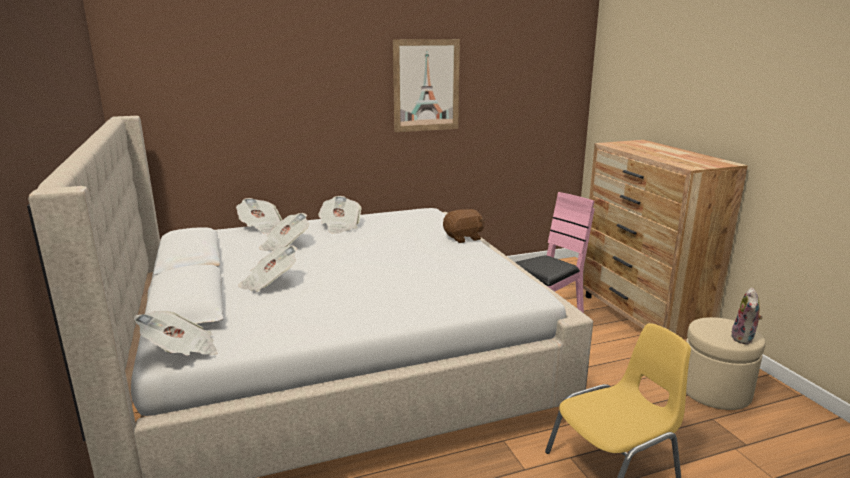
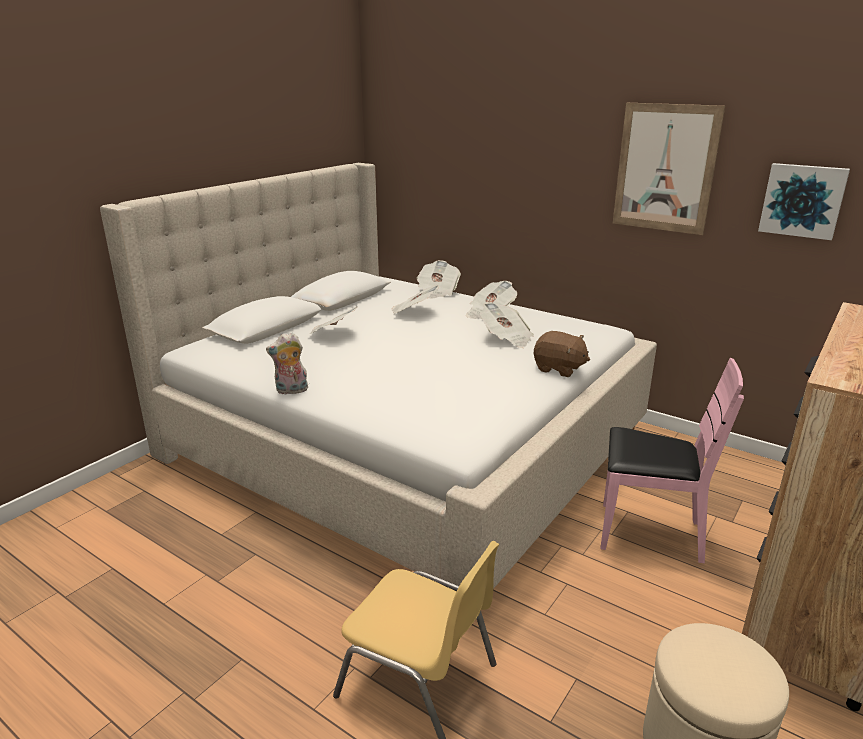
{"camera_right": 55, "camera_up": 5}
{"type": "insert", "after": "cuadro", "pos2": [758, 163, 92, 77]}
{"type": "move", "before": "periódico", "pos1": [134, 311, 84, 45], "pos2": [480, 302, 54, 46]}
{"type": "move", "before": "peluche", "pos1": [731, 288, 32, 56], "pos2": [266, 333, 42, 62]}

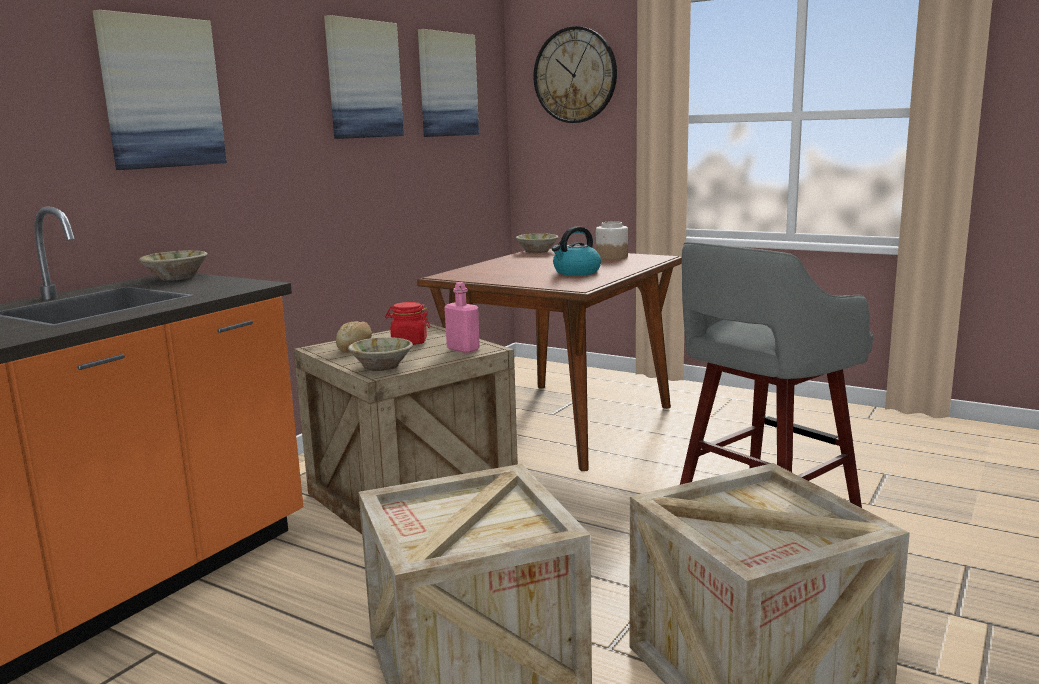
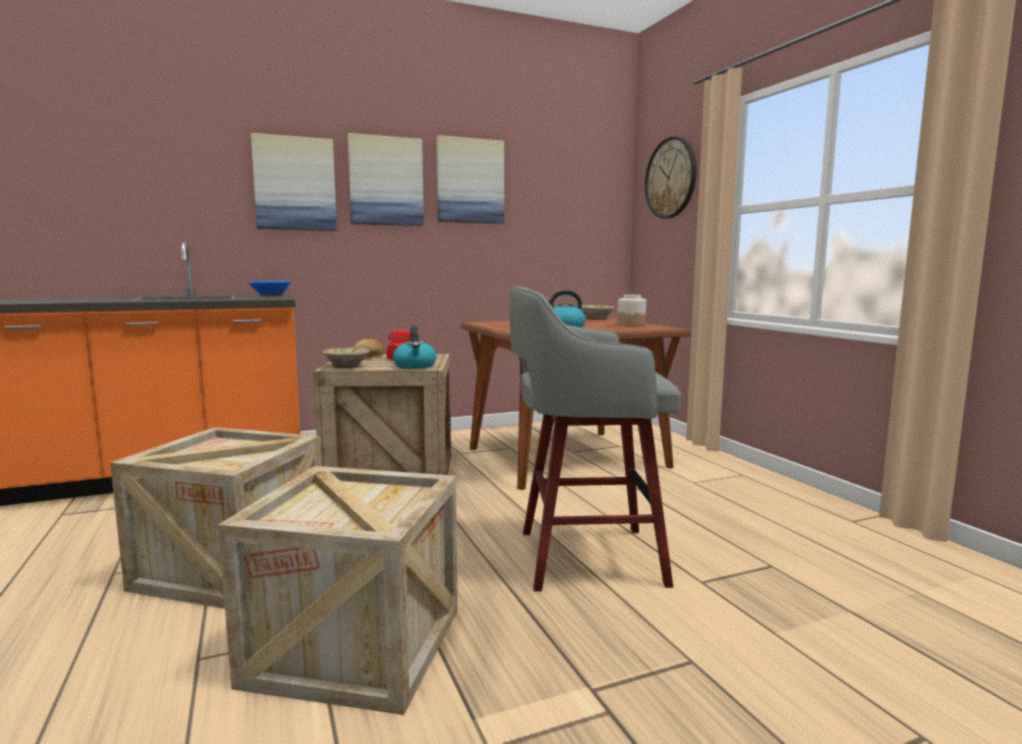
{"camera_right": 35, "camera_up": -5}
{"type": "move", "before": "cuadro", "pos1": [418, 29, 61, 108], "pos2": [348, 133, 76, 93]}
{"type": "replace", "before": "botella (rosa)", "after": "hervidor", "pos1": [444, 282, 36, 71], "pos2": [393, 325, 44, 44]}
{"type": "recolor", "before": "cuenco (beis)", "after": "cuenco (azul)", "pos1": [139, 250, 69, 30], "pos2": [248, 281, 43, 15]}

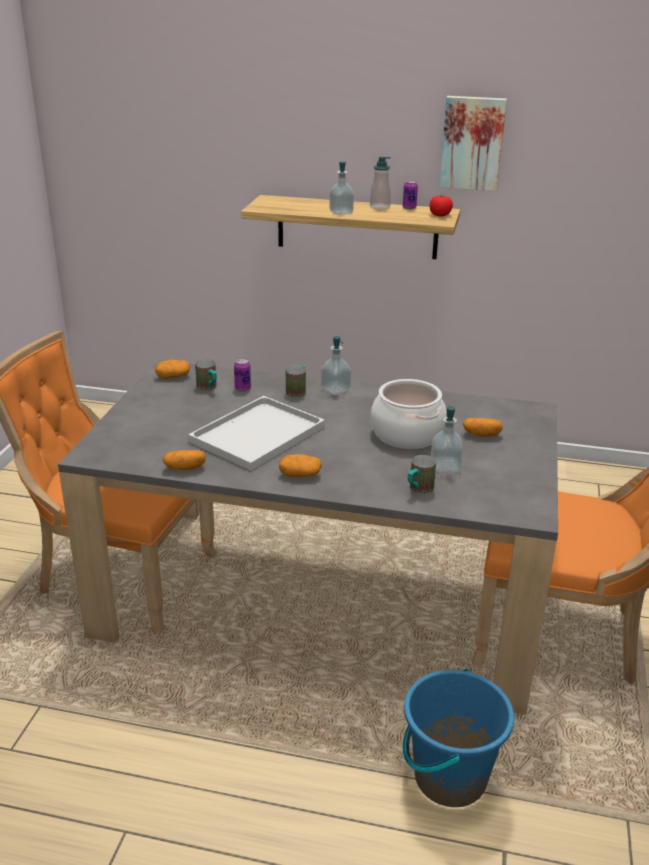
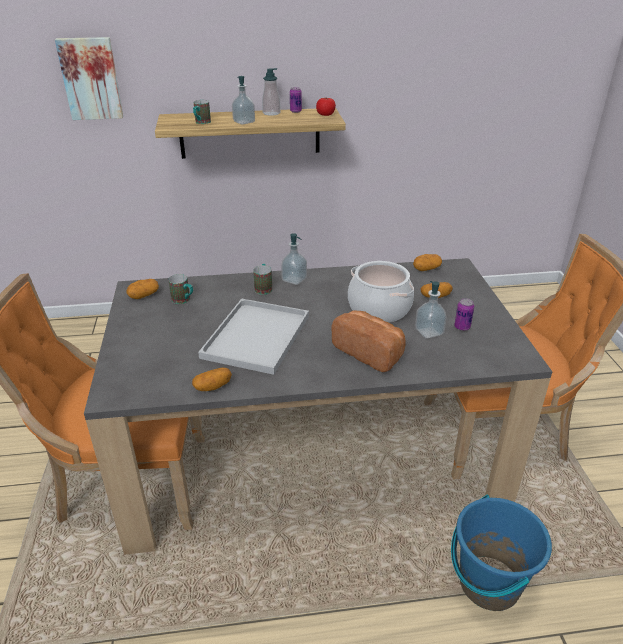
{"camera_right": -20, "camera_up": 5}
{"type": "insert", "after": "pan", "pos2": [331, 310, 75, 62]}
{"type": "move", "before": "lata", "pos1": [234, 358, 17, 34], "pos2": [454, 298, 20, 33]}
{"type": "move", "before": "patata", "pos1": [279, 454, 43, 23], "pos2": [413, 254, 29, 17]}
{"type": "move", "before": "taza grande", "pos1": [408, 455, 28, 39], "pos2": [193, 100, 18, 24]}
{"type": "move", "before": "cuadro", "pos1": [440, 96, 67, 95], "pos2": [55, 37, 68, 83]}

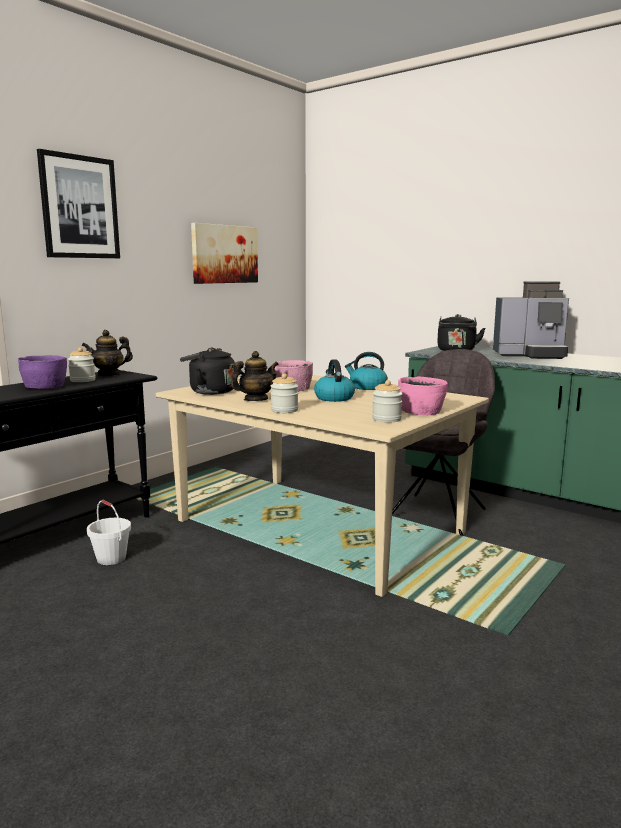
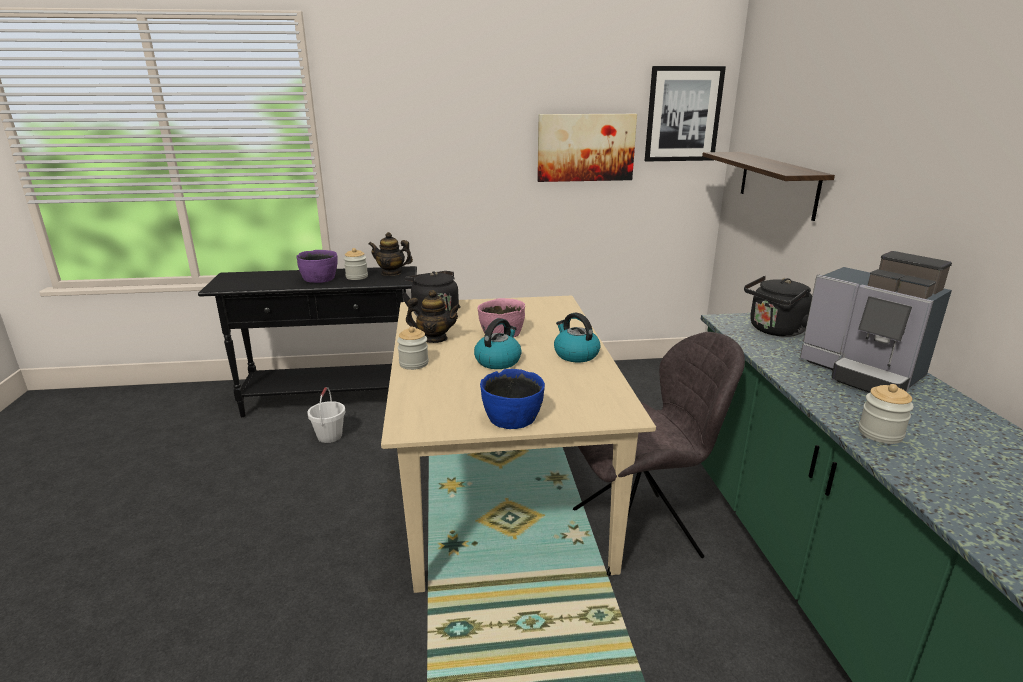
{"camera_right": 45, "camera_up": 10}
{"type": "insert", "after": "estante", "pos2": [702, 152, 133, 69]}
{"type": "move", "before": "cuadro", "pos1": [37, 149, 83, 109], "pos2": [645, 66, 81, 95]}
{"type": "move", "before": "tarro", "pos1": [372, 380, 30, 43], "pos2": [859, 384, 55, 60]}
{"type": "recolor", "before": "cuenco (rosa)", "after": "cuenco (azul)", "pos1": [398, 376, 50, 40], "pos2": [480, 369, 65, 60]}

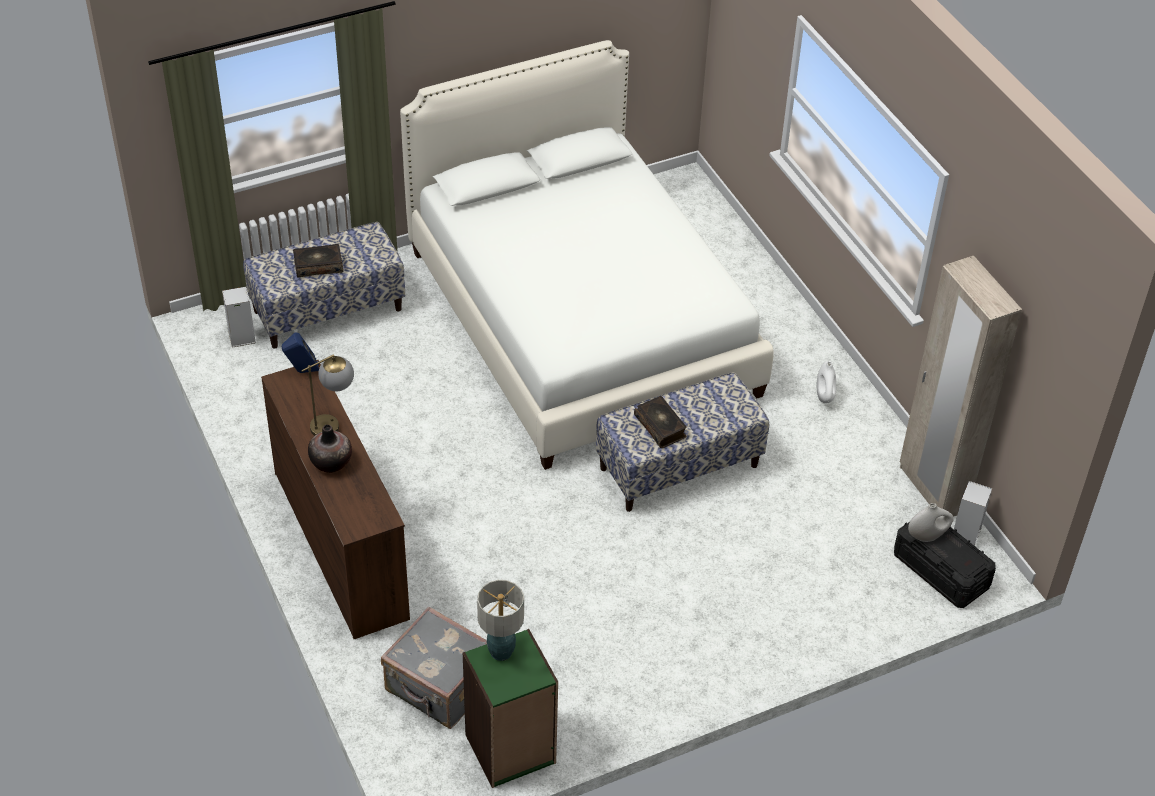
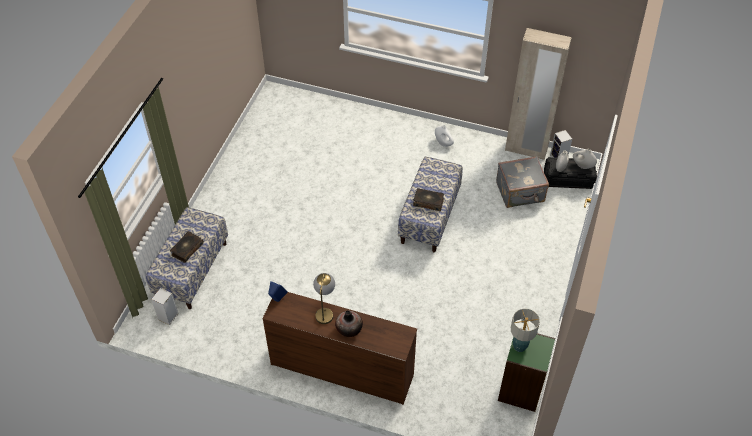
{"camera_right": -45, "camera_up": 5}
{"type": "delete", "before": "cama (blanco)", "pos1": [400, 40, 374, 430]}
{"type": "insert", "after": "florero (blanco)", "pos2": [573, 149, 24, 20]}
{"type": "move", "before": "maleta (gris)", "pos1": [381, 606, 106, 123], "pos2": [496, 156, 53, 52]}

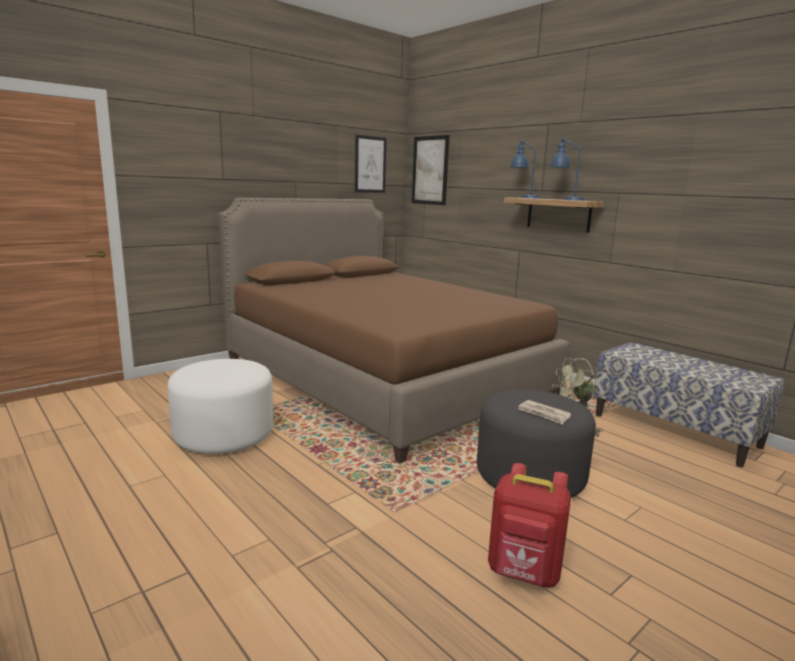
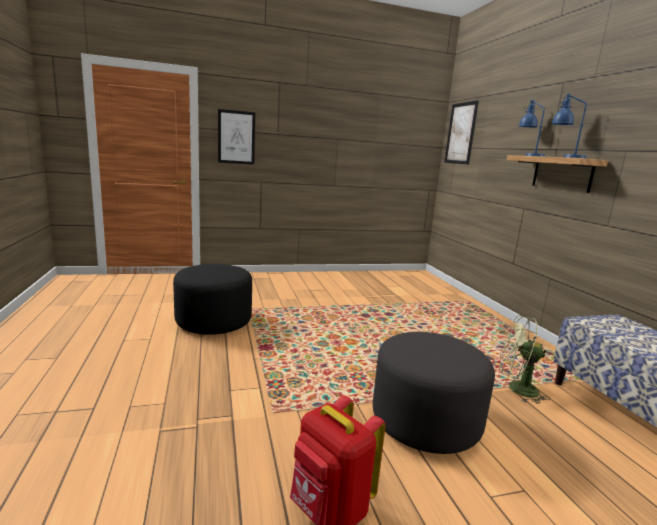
{"camera_right": 25, "camera_up": 0}
{"type": "delete", "before": "cama (marrón)", "pos1": [218, 198, 351, 265]}
{"type": "delete", "before": "periódico", "pos1": [518, 400, 53, 25]}
{"type": "move", "before": "cuadro", "pos1": [355, 135, 32, 58], "pos2": [218, 109, 37, 56]}
{"type": "recolor", "before": "puf (blanco)", "after": "puf (negro)", "pos1": [168, 359, 105, 95], "pos2": [173, 264, 79, 71]}

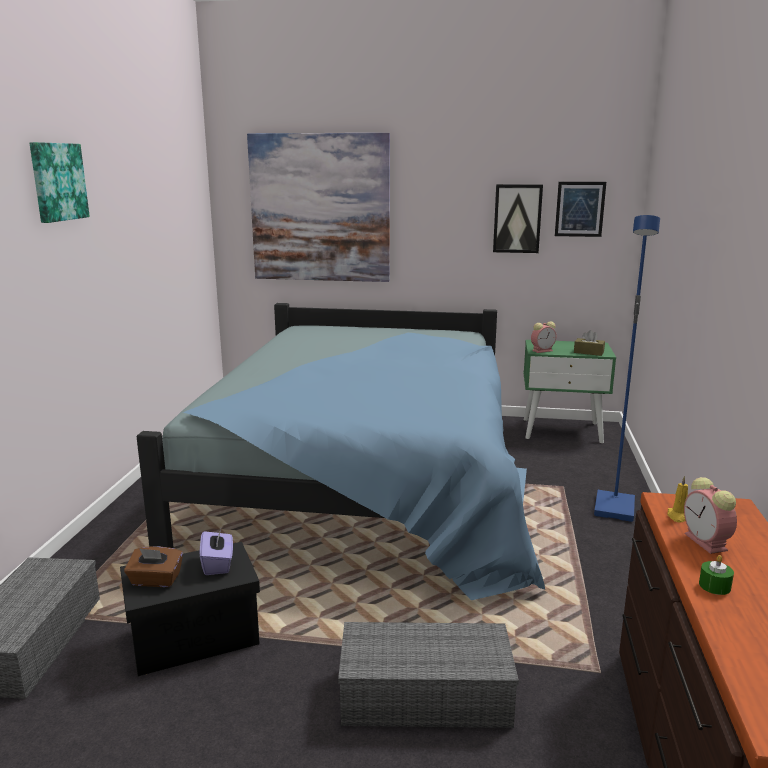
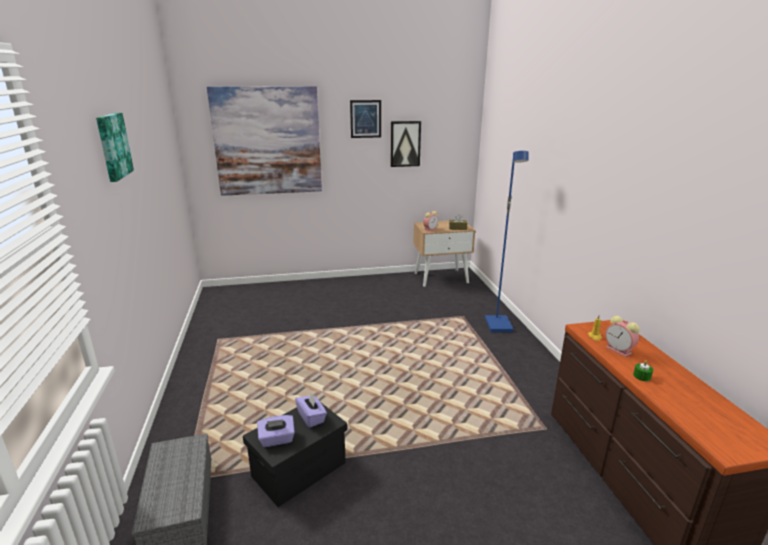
{"camera_right": -20, "camera_up": 5}
{"type": "delete", "before": "cama (azul)", "pos1": [136, 303, 409, 297]}
{"type": "delete", "before": "caja de almacenaje (gris)", "pos1": [338, 622, 181, 106]}
{"type": "move", "before": "cuadro", "pos1": [555, 182, 51, 55], "pos2": [350, 100, 31, 38]}
{"type": "recolor", "before": "caja de pañuelos (marrón)", "after": "caja de pañuelos (morado)", "pos1": [124, 546, 59, 41], "pos2": [257, 415, 38, 32]}
{"type": "recolor", "before": "mesita de noche (verde)", "after": "mesita de noche (beis)", "pos1": [524, 340, 92, 103], "pos2": [413, 221, 62, 66]}

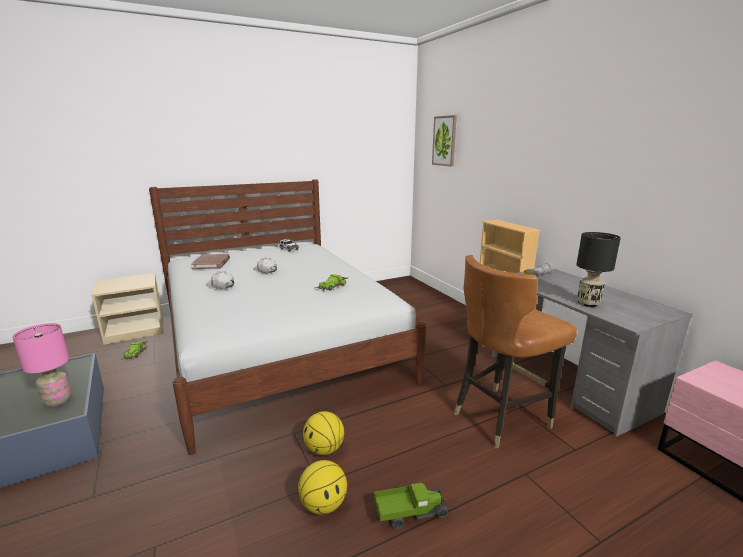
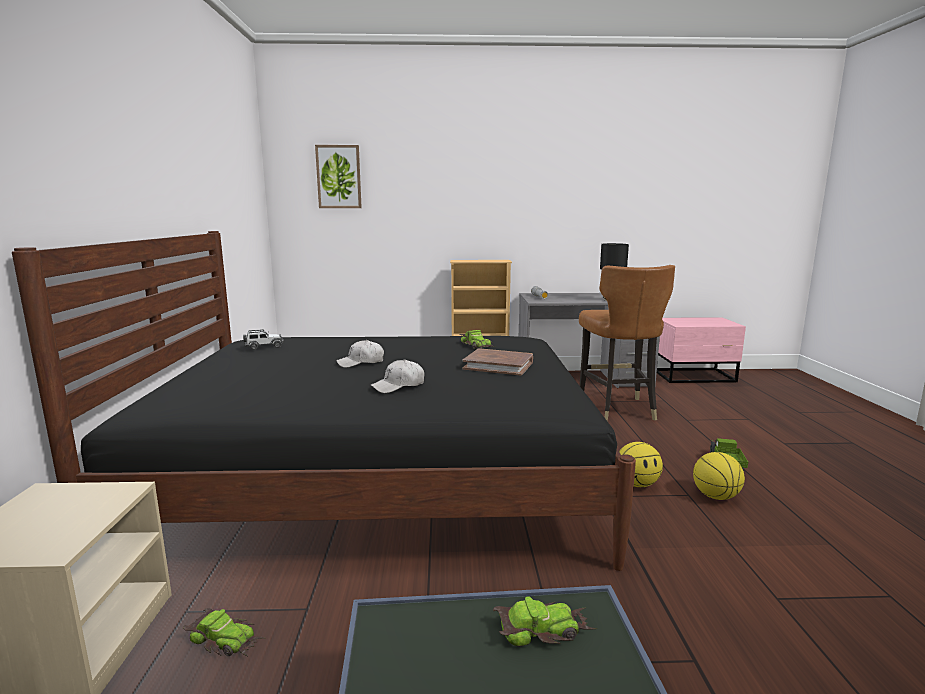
{"camera_right": -65, "camera_up": -5}
{"type": "move", "before": "libro (marrón)", "pos1": [191, 254, 39, 15], "pos2": [463, 348, 70, 28]}
{"type": "replace", "before": "lámpara de mesa (rosa)", "after": "coche de juguete", "pos1": [12, 323, 59, 84], "pos2": [493, 597, 104, 50]}
{"type": "recolor", "before": "cama (blanco)", "after": "cama (negro)", "pos1": [149, 179, 277, 276], "pos2": [12, 231, 624, 340]}

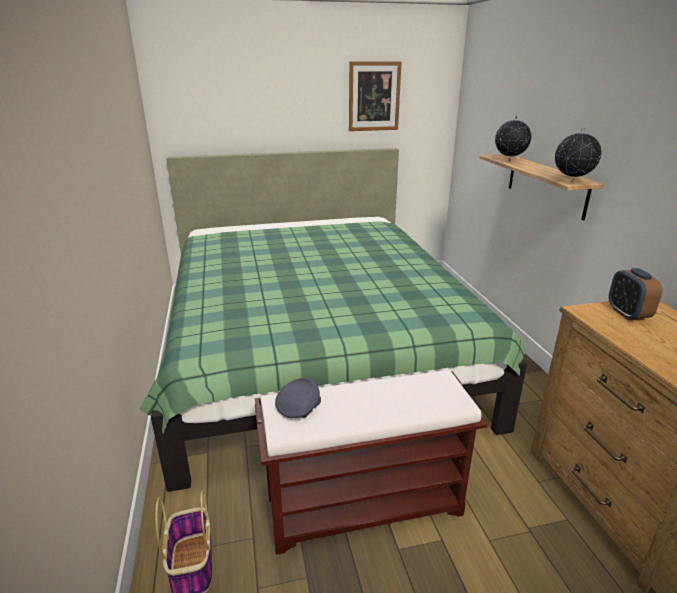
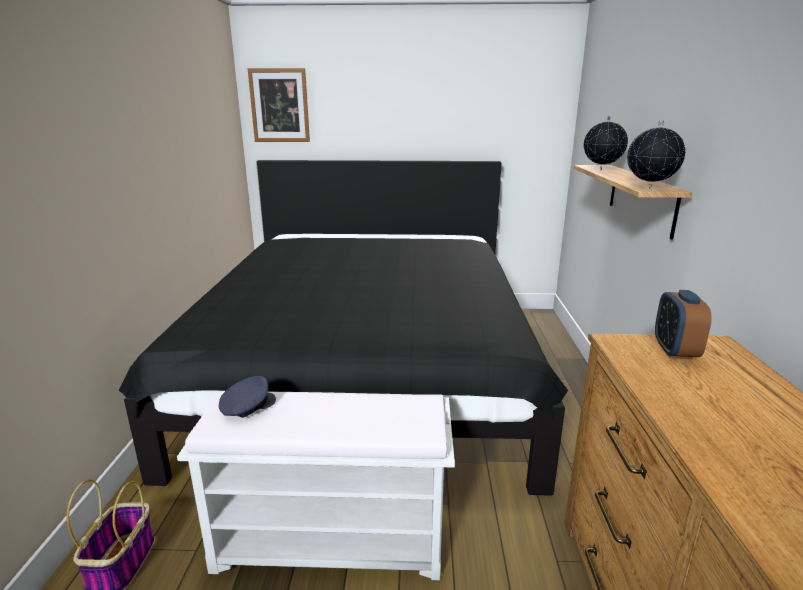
{"camera_right": 15, "camera_up": -5}
{"type": "move", "before": "cuadro", "pos1": [349, 61, 53, 70], "pos2": [248, 68, 62, 74]}
{"type": "recolor", "before": "cama (verde)", "after": "cama (negro)", "pos1": [139, 148, 388, 344], "pos2": [119, 160, 449, 336]}
{"type": "recolor", "before": "banco (marrón)", "after": "banco (blanco)", "pos1": [255, 370, 233, 185], "pos2": [177, 391, 278, 189]}

